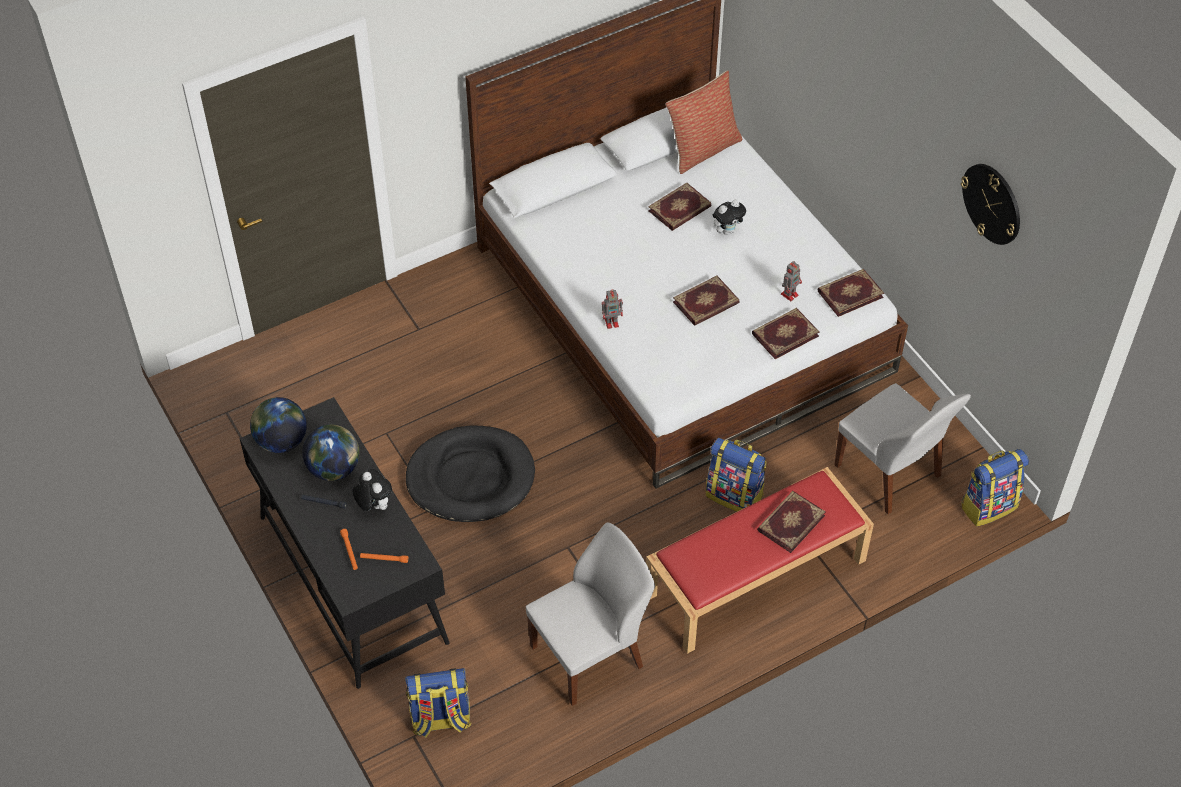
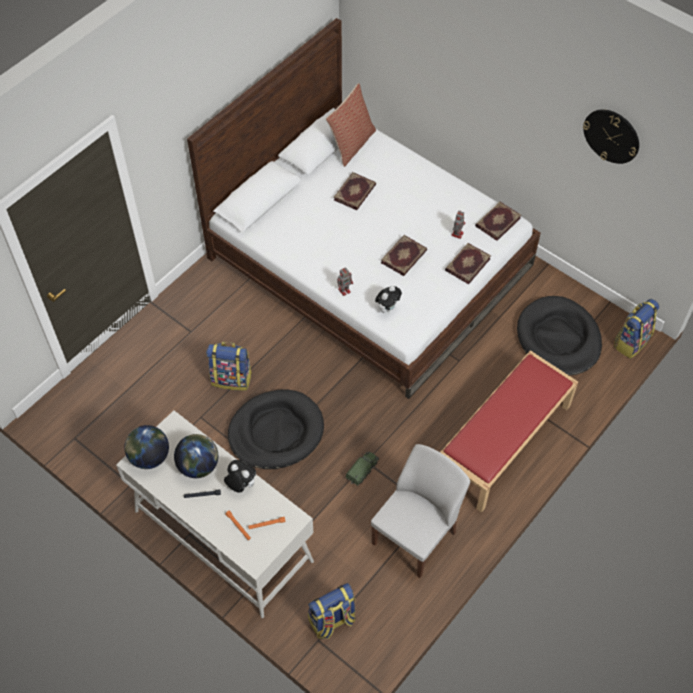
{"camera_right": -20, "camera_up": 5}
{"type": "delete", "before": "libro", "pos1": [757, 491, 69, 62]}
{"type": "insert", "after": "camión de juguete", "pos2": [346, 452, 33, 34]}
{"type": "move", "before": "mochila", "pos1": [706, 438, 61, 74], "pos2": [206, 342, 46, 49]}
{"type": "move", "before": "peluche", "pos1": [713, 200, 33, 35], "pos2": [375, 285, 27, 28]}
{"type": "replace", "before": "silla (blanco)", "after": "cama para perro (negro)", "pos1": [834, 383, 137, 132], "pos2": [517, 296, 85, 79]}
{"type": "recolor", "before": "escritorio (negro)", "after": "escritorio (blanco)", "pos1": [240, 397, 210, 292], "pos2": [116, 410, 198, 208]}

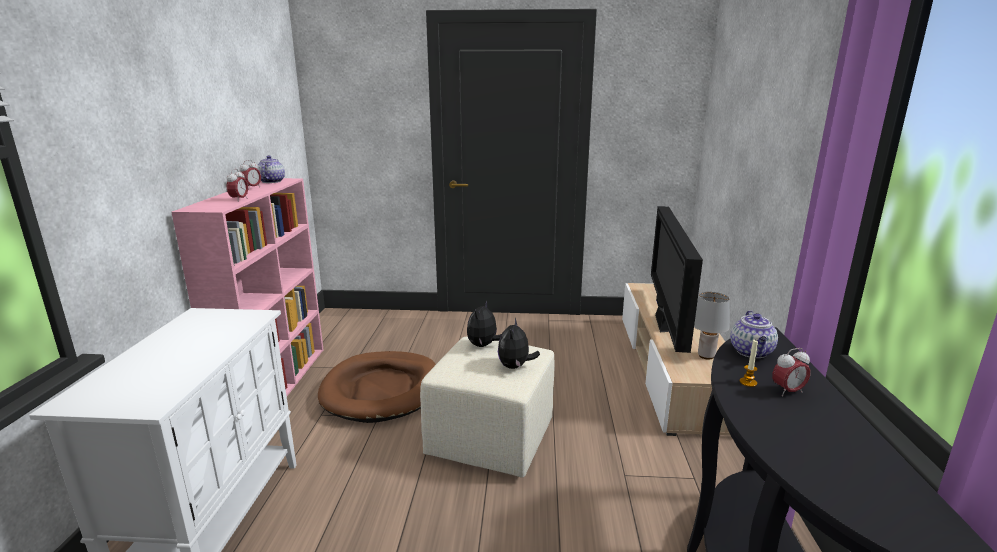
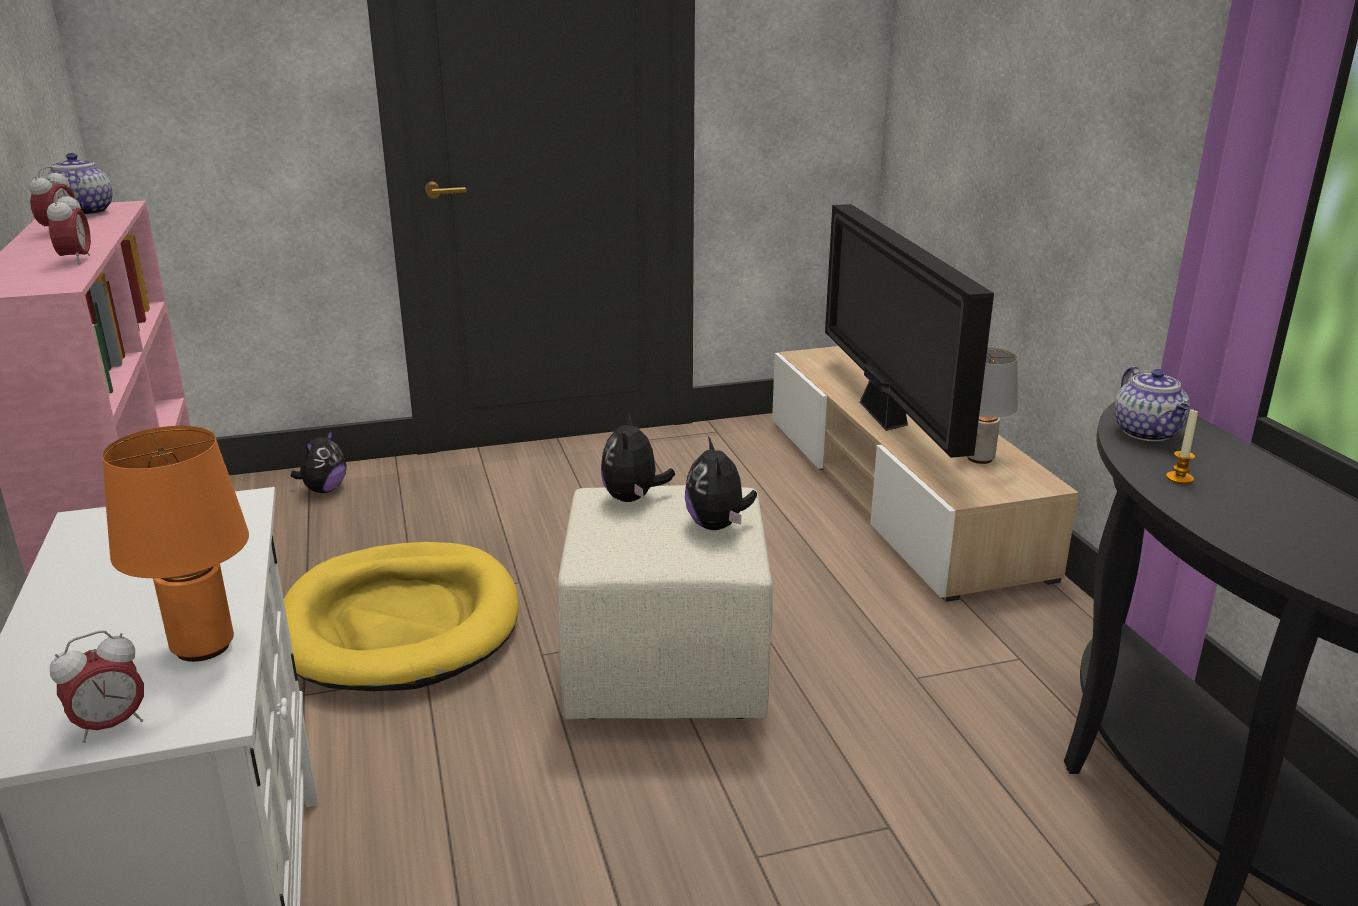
{"camera_right": -20, "camera_up": 5}
{"type": "insert", "after": "lámpara de mesa (naranja)", "pos2": [102, 426, 147, 236]}
{"type": "insert", "after": "peluche", "pos2": [290, 429, 56, 64]}
{"type": "move", "before": "despertador", "pos1": [772, 348, 39, 48], "pos2": [50, 630, 94, 113]}
{"type": "recolor", "before": "cama para perro (marrón)", "after": "cama para perro (amarillo)", "pos1": [318, 351, 118, 72], "pos2": [284, 542, 235, 149]}

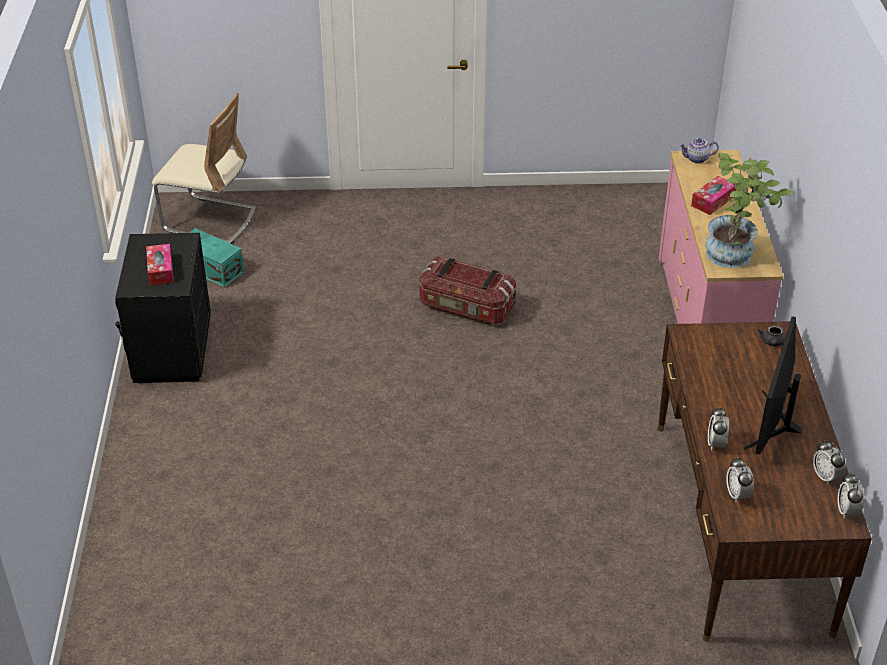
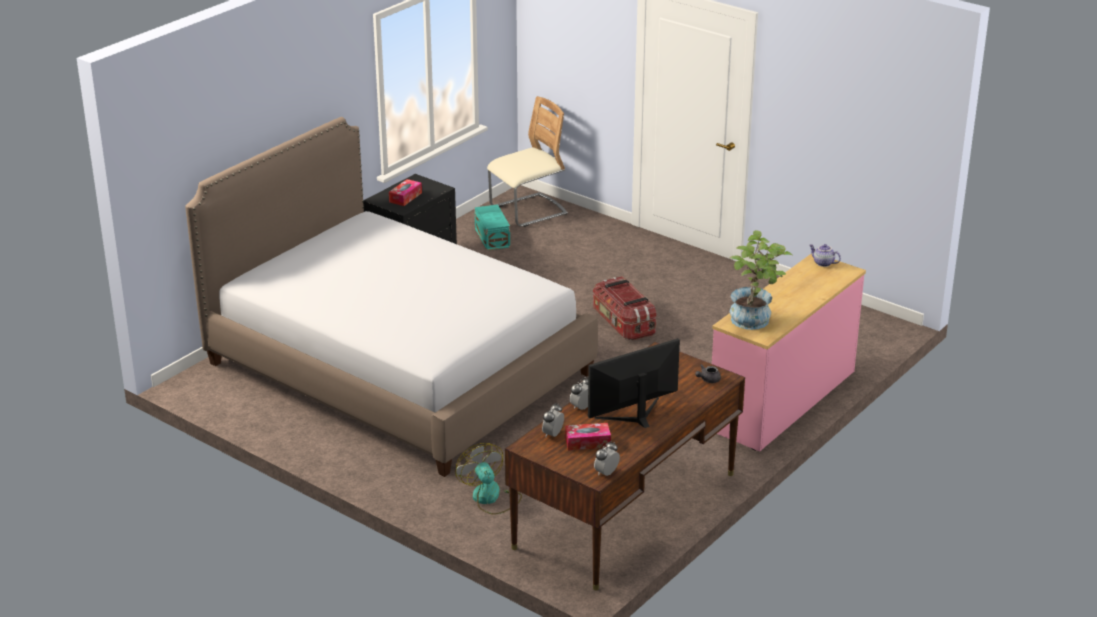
{"camera_right": 40, "camera_up": -10}
{"type": "delete", "before": "despertador", "pos1": [813, 441, 33, 44]}
{"type": "insert", "after": "cama", "pos2": [185, 117, 413, 360]}
{"type": "insert", "after": "ventilador", "pos2": [456, 443, 66, 72]}
{"type": "move", "before": "caja de pañuelos", "pos1": [691, 176, 45, 39], "pos2": [565, 423, 46, 27]}
{"type": "rotate", "before": "silla (beis)", "pos1": [152, 93, 104, 151], "pos2": [487, 96, 81, 131], "turn": -90}

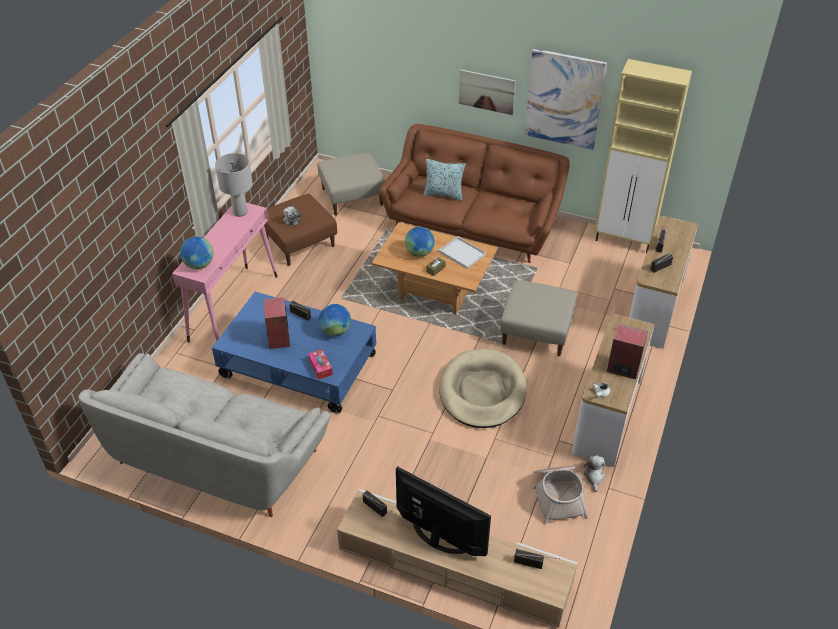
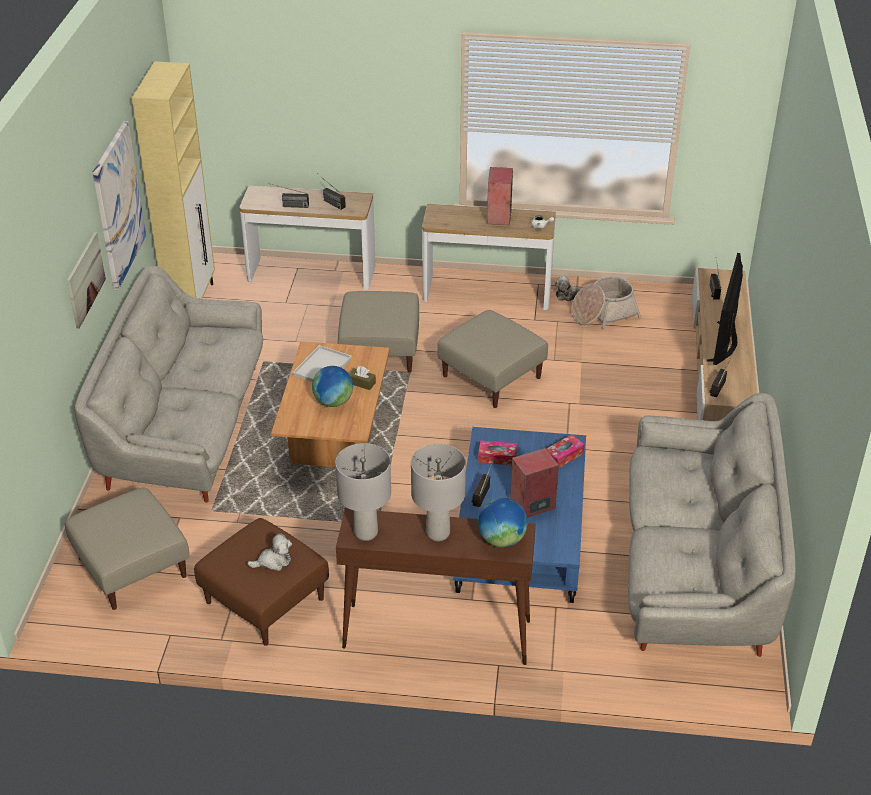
{"camera_right": -105, "camera_up": -5}
{"type": "delete", "before": "cojín", "pos1": [423, 159, 43, 42]}
{"type": "insert", "after": "lámpara de mesa (gris)", "pos2": [411, 444, 55, 97]}
{"type": "replace", "before": "globo terráqueo", "after": "caja de pañuelos", "pos1": [319, 304, 32, 32], "pos2": [478, 440, 39, 25]}
{"type": "replace", "before": "cama para perro (beis)", "after": "puf (beis)", "pos1": [439, 349, 88, 79], "pos2": [437, 310, 111, 98]}
{"type": "recolor", "before": "mesa consola (rosa)", "after": "mesa consola (marrón)", "pos1": [172, 203, 106, 140], "pos2": [336, 508, 200, 157]}
{"type": "recolor", "before": "sofá (marrón)", "after": "sofá (gris)", "pos1": [380, 124, 190, 139], "pos2": [75, 266, 188, 237]}

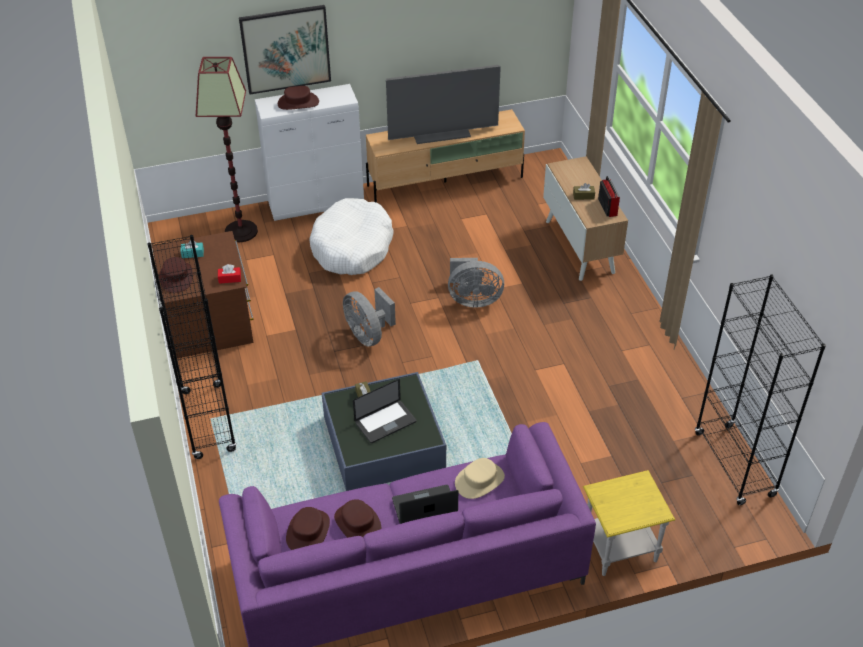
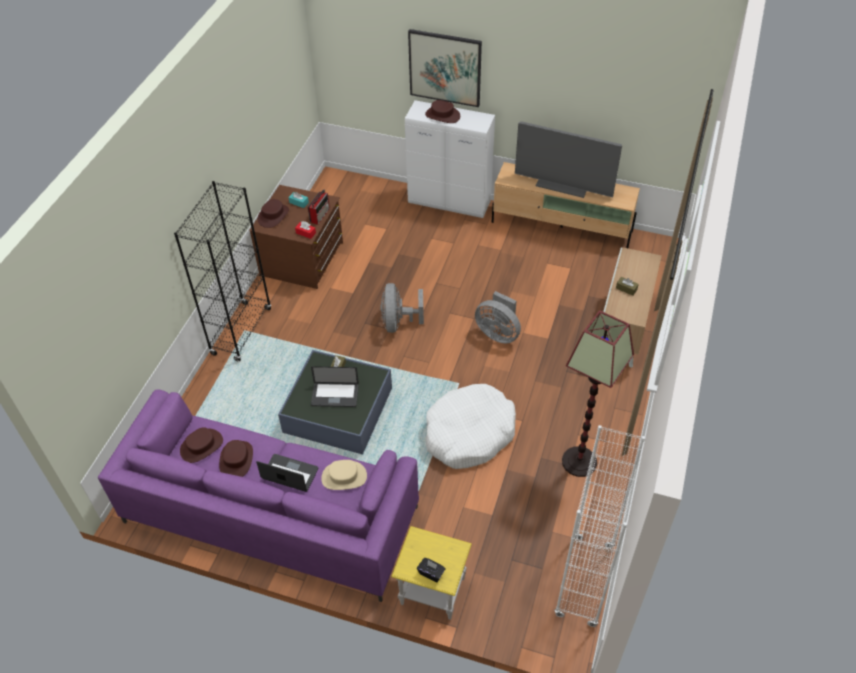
{"camera_right": 35, "camera_up": 5}
{"type": "insert", "after": "caja de pañuelos (negro)", "pos2": [417, 558, 28, 24]}
{"type": "move", "before": "lámpara de pie", "pos1": [196, 57, 62, 186], "pos2": [562, 310, 72, 167]}
{"type": "move", "before": "cama para perro (blanco)", "pos1": [309, 198, 85, 77], "pos2": [426, 384, 90, 85]}
{"type": "move", "before": "radio", "pos1": [598, 176, 22, 41], "pos2": [308, 189, 22, 36]}
{"type": "recolor", "before": "estantería (negro)", "after": "estantería (blanco)", "pos1": [695, 275, 131, 230], "pos2": [554, 425, 91, 203]}

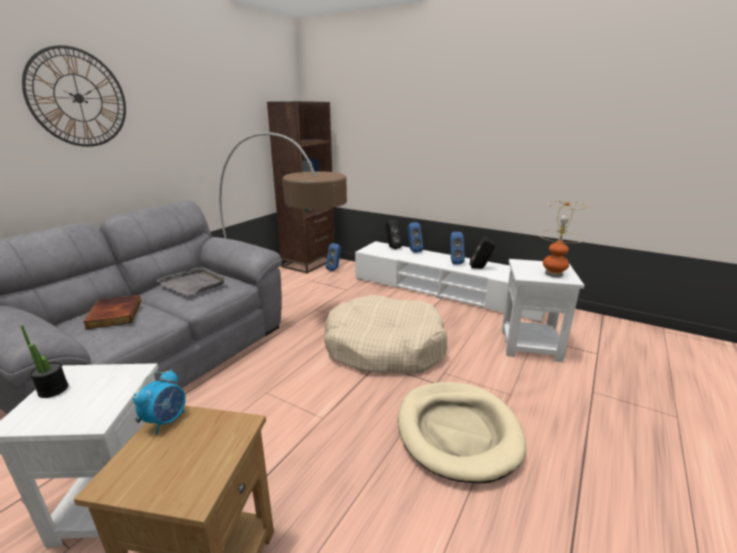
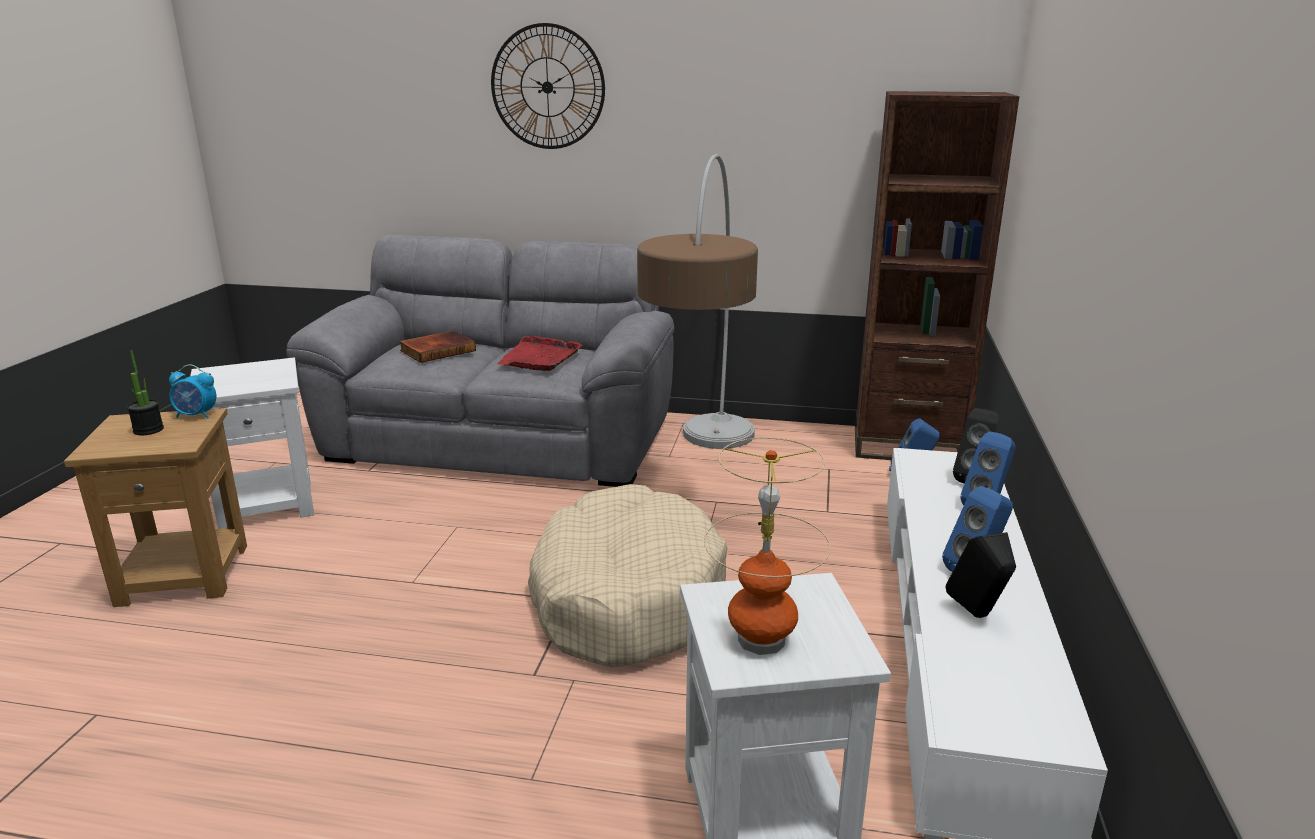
{"camera_right": 70, "camera_up": 0}
{"type": "delete", "before": "cama para perro (beis)", "pos1": [398, 382, 128, 101]}
{"type": "move", "before": "planta en maceta", "pos1": [21, 325, 47, 73], "pos2": [127, 351, 37, 84]}
{"type": "recolor", "before": "bandeja (gris)", "after": "bandeja (rojo)", "pos1": [157, 266, 69, 30], "pos2": [497, 336, 86, 35]}

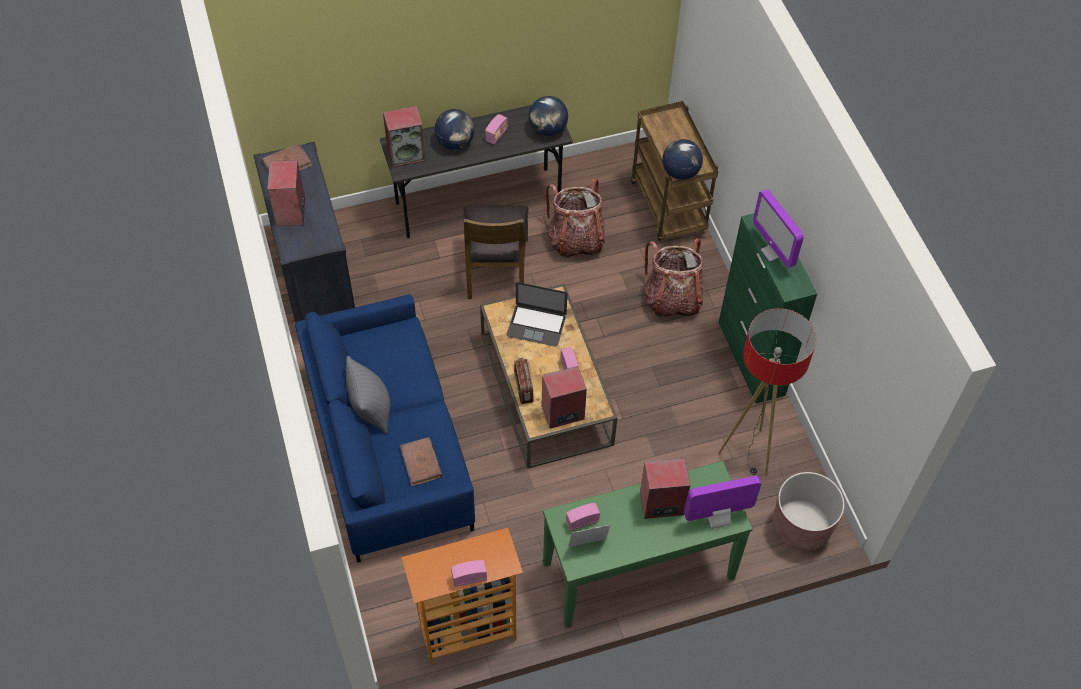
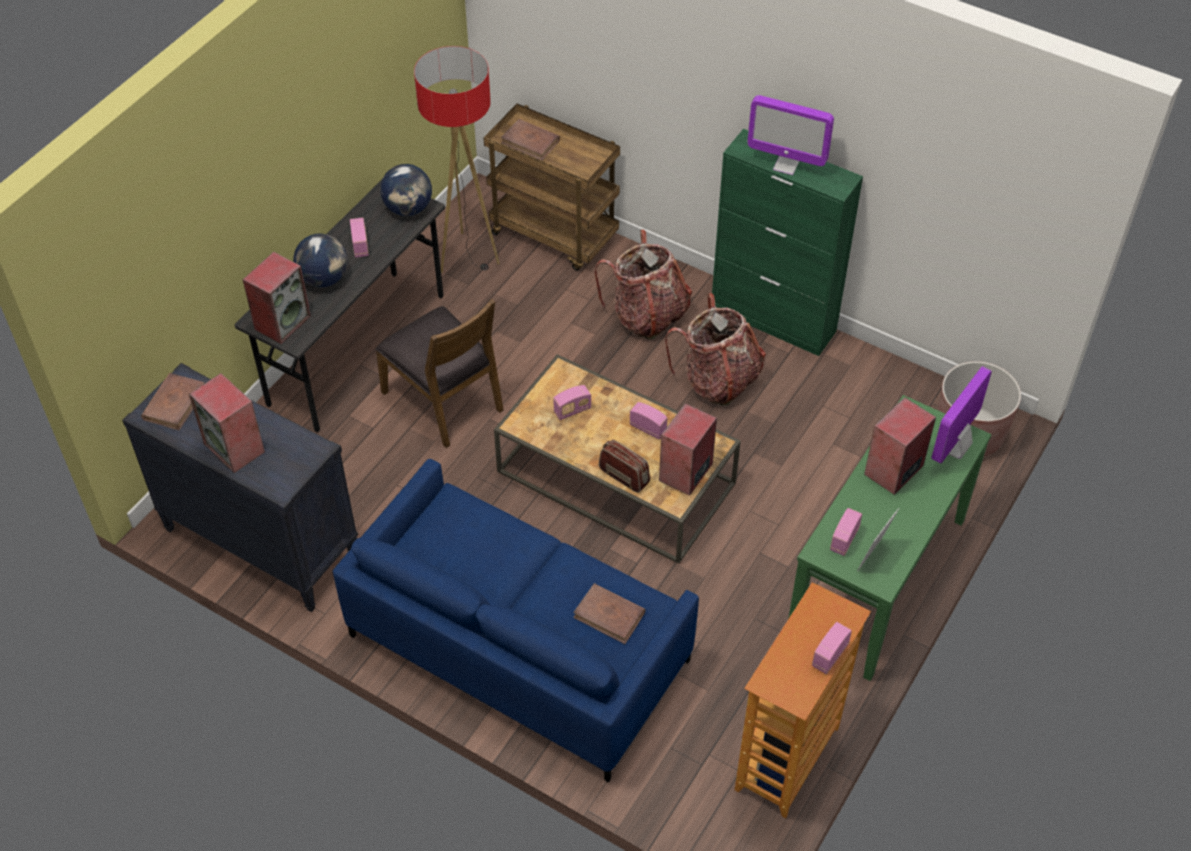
{"camera_right": -40, "camera_up": -5}
{"type": "delete", "before": "cojín (gris)", "pos1": [346, 356, 44, 78]}
{"type": "delete", "before": "globo terráqueo", "pos1": [662, 139, 41, 41]}
{"type": "insert", "after": "libro (marrón)", "pos2": [501, 119, 59, 42]}
{"type": "move", "before": "mochila", "pos1": [546, 178, 59, 80], "pos2": [665, 293, 101, 113]}
{"type": "move", "before": "lámpara de pie", "pos1": [718, 308, 98, 168], "pos2": [414, 46, 85, 227]}
{"type": "replace", "before": "portátil", "after": "radio", "pos1": [507, 282, 60, 64], "pos2": [553, 385, 38, 35]}

